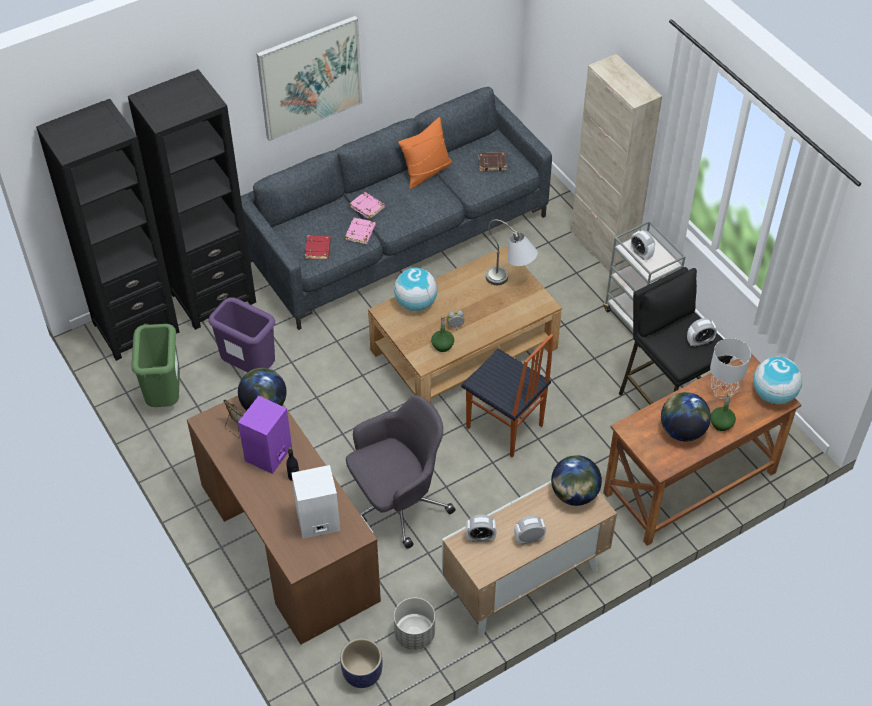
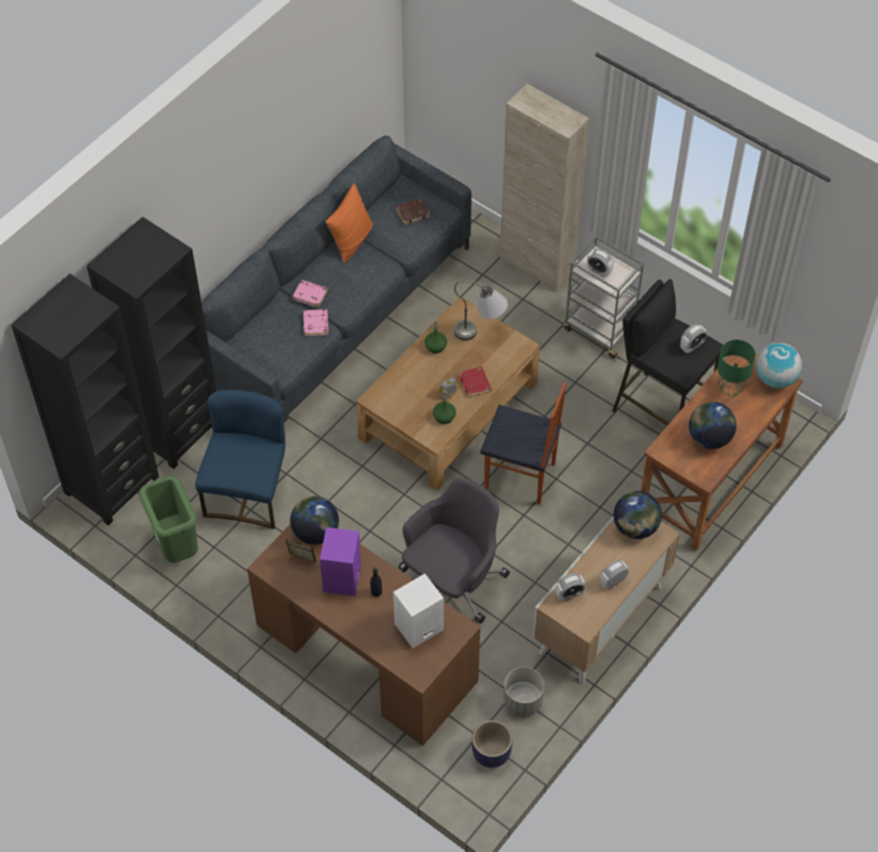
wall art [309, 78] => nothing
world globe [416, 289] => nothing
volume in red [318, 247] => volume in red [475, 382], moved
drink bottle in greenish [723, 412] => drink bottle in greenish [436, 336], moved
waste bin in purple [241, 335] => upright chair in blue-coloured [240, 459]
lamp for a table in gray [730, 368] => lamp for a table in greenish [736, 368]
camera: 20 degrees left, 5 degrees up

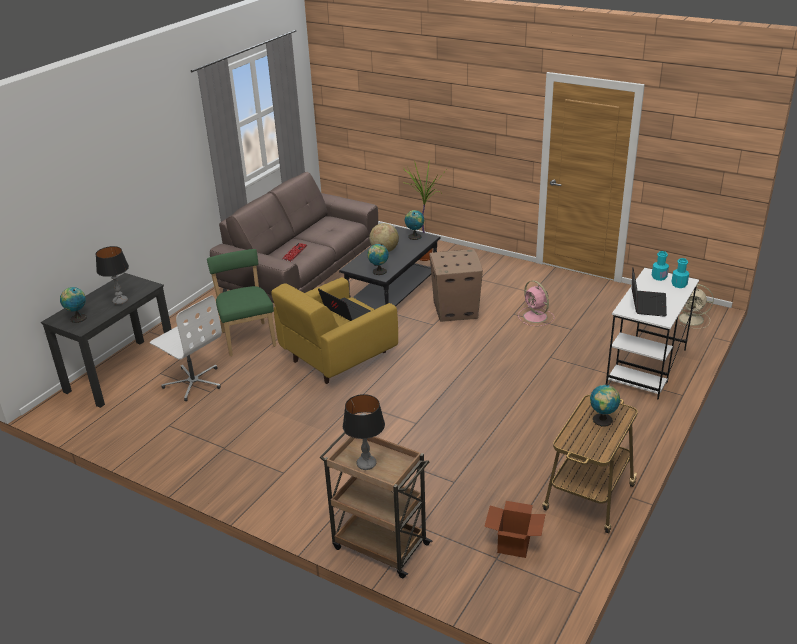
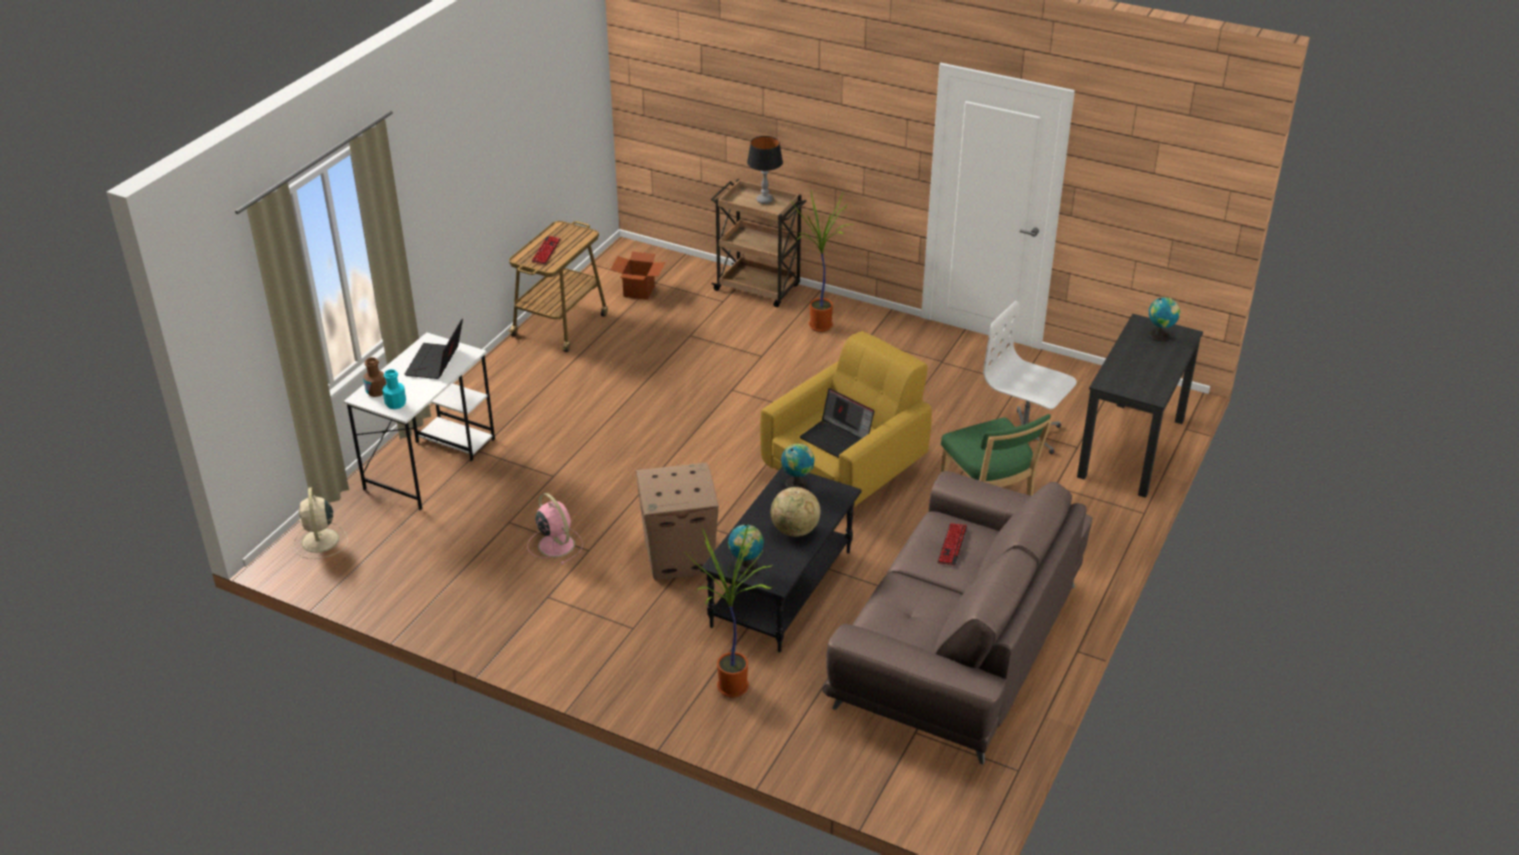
lamp for a table [112, 275] => nothing
nothing => potted plant [822, 260]
world globe [605, 405] => PC keyboard [546, 250]
drink bottle in turquoise [680, 273] => drink bottle in brownish [375, 377]
cooling fan in beige-coloured [694, 306] => cooling fan in beige-coloured [321, 523], 120 degrees counterclockwise
camera: 175 degrees right, 5 degrees up

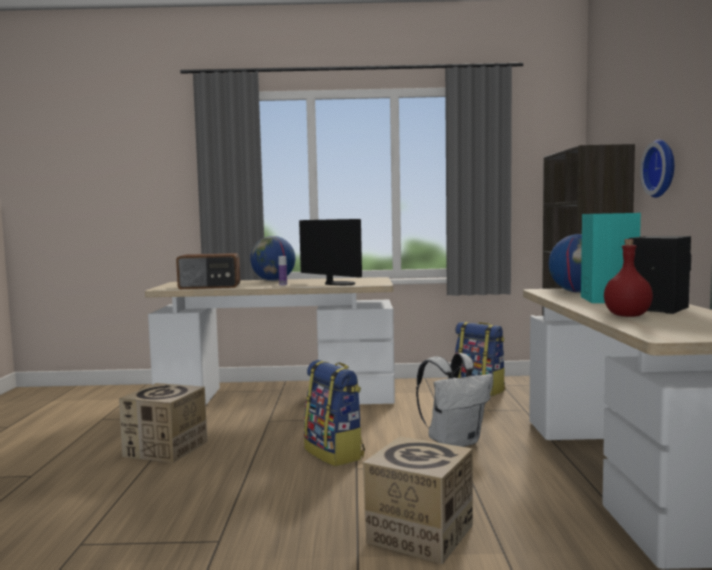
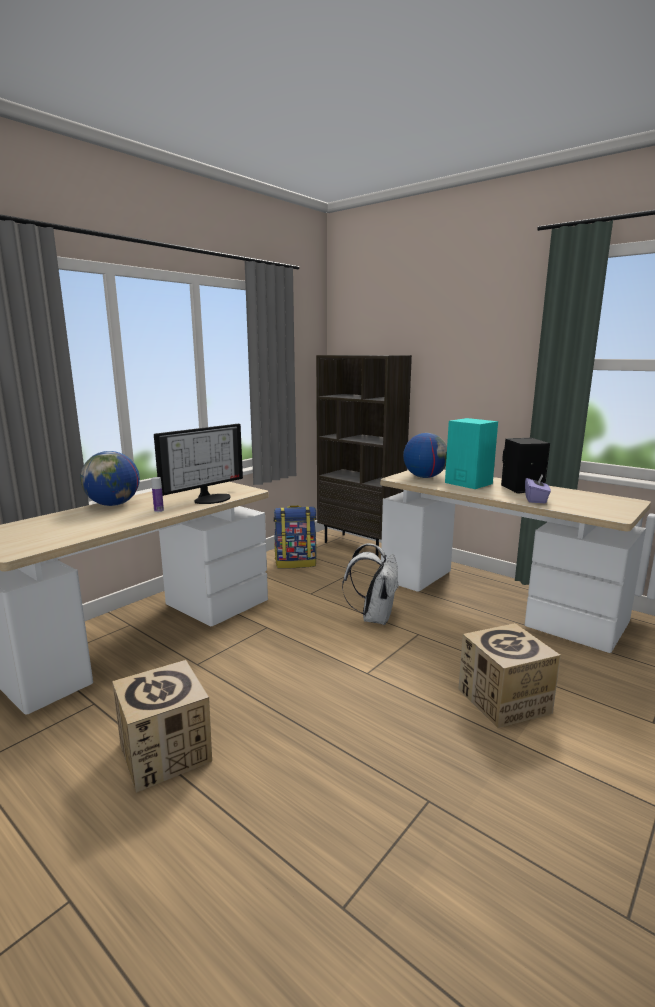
radio [208, 271] => nothing
rucksack [334, 413] => nothing
wall clock [657, 168] => nothing
drink bottle in red [628, 278] => box of tissues in purple [538, 489]
monitor [330, 252] => monitor [198, 464], 135 degrees clockwise
camera: 50 degrees left, 10 degrees up

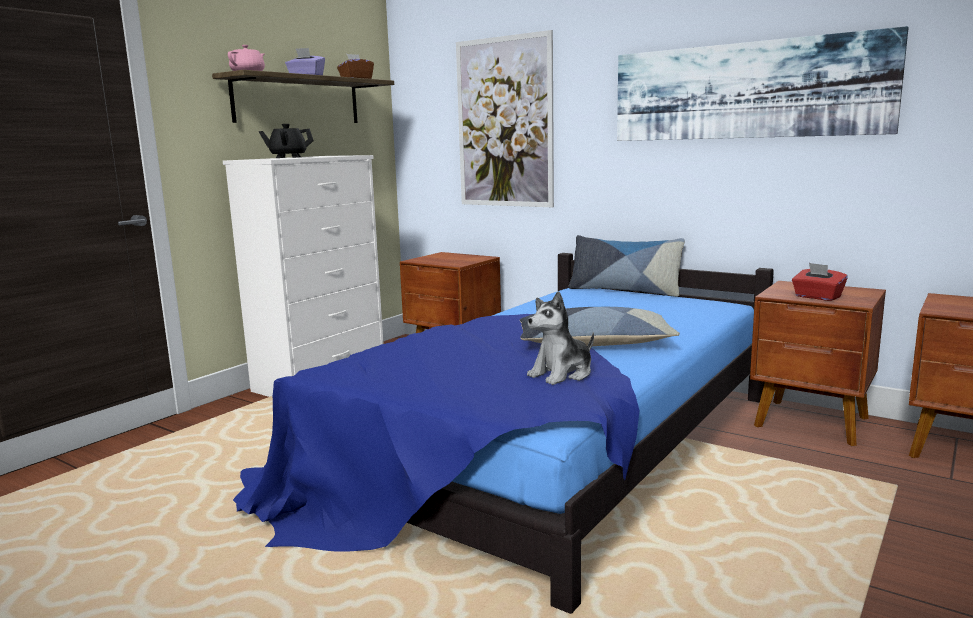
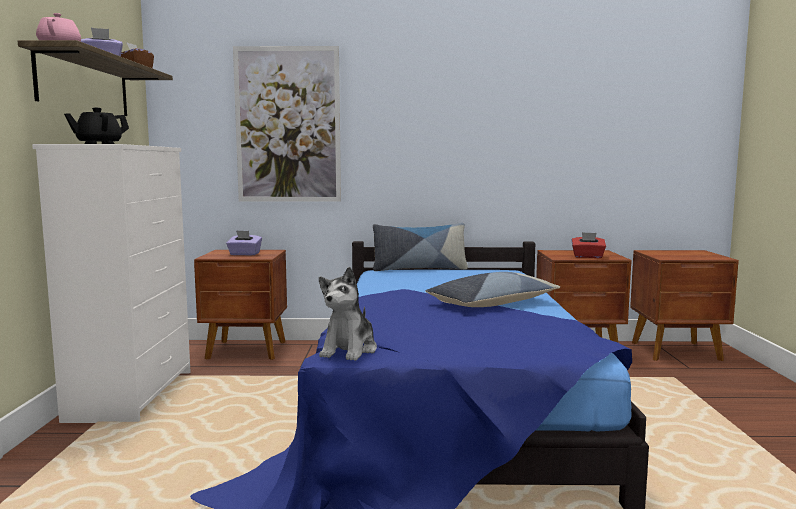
wall art [763, 83] => nothing
nothing => box of tissues in purple [244, 243]
cuddly toy [560, 338] => cuddly toy [348, 314], moved
camera: 35 degrees left, 5 degrees down

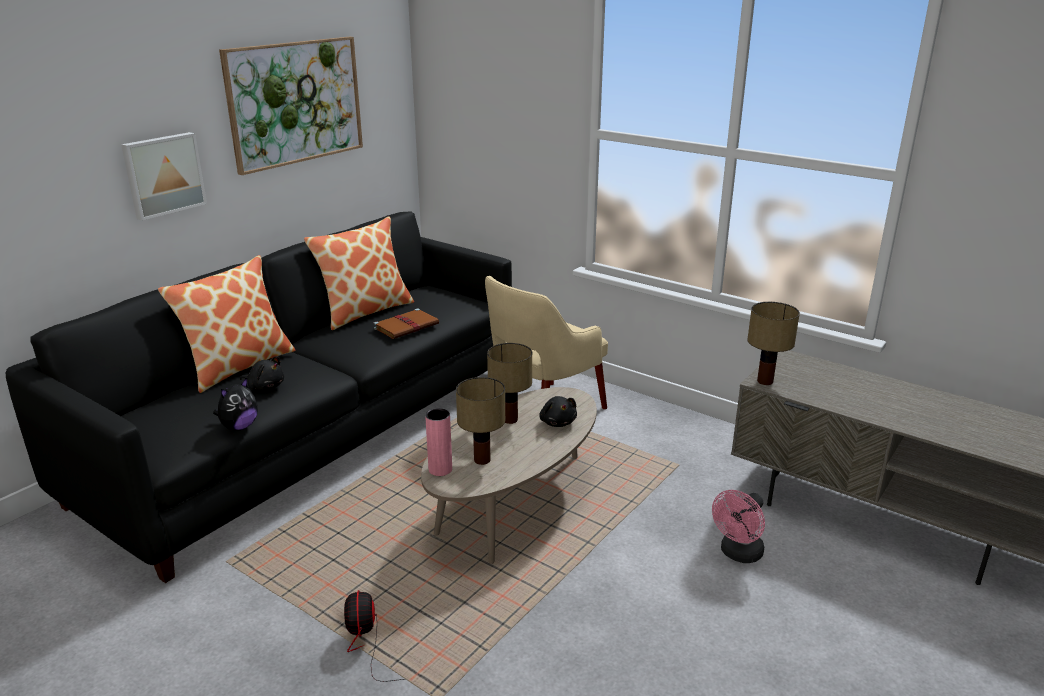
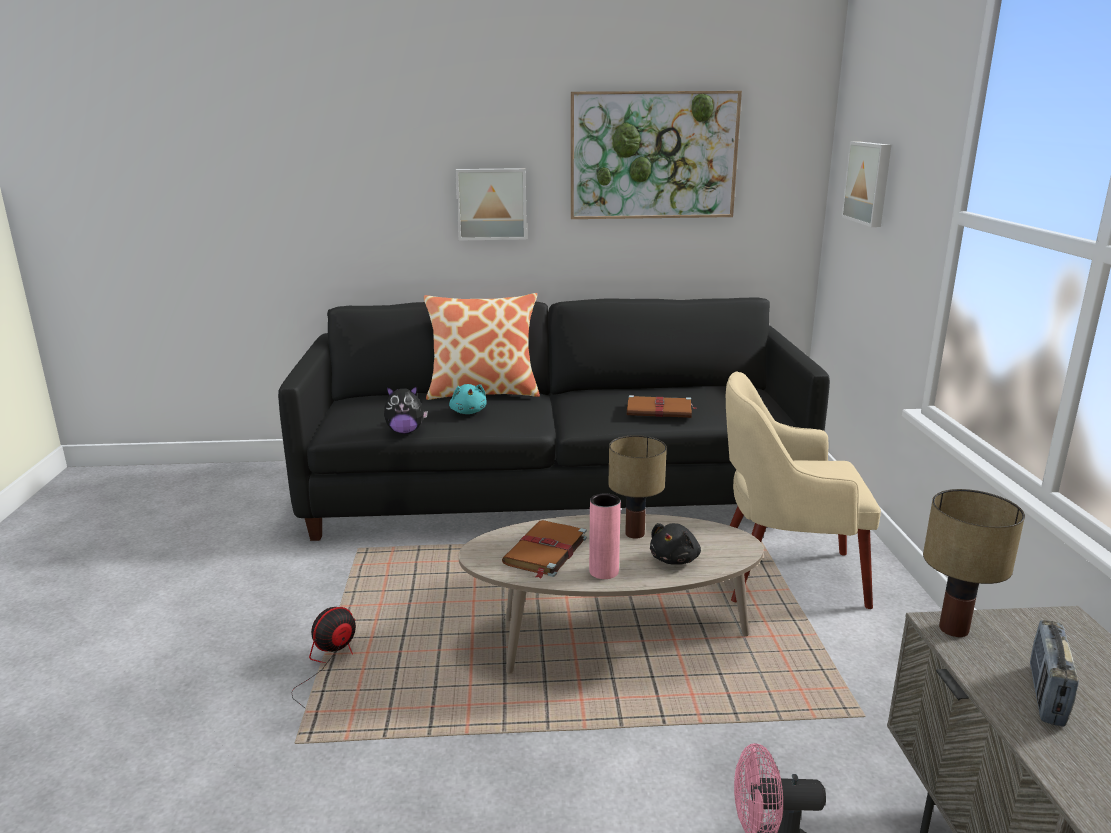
cushion [359, 273] => nothing
nothing => wall art [866, 184]
nothing => radio [1054, 673]
flower vase in pinkish [438, 442] => flower vase in pinkish [605, 536], moved
lamp for a table [480, 421] => volume in brownish [544, 549]
cuddly toy in black [262, 373] => cuddly toy in turquoise [468, 399]
camera: 50 degrees right, 5 degrees down

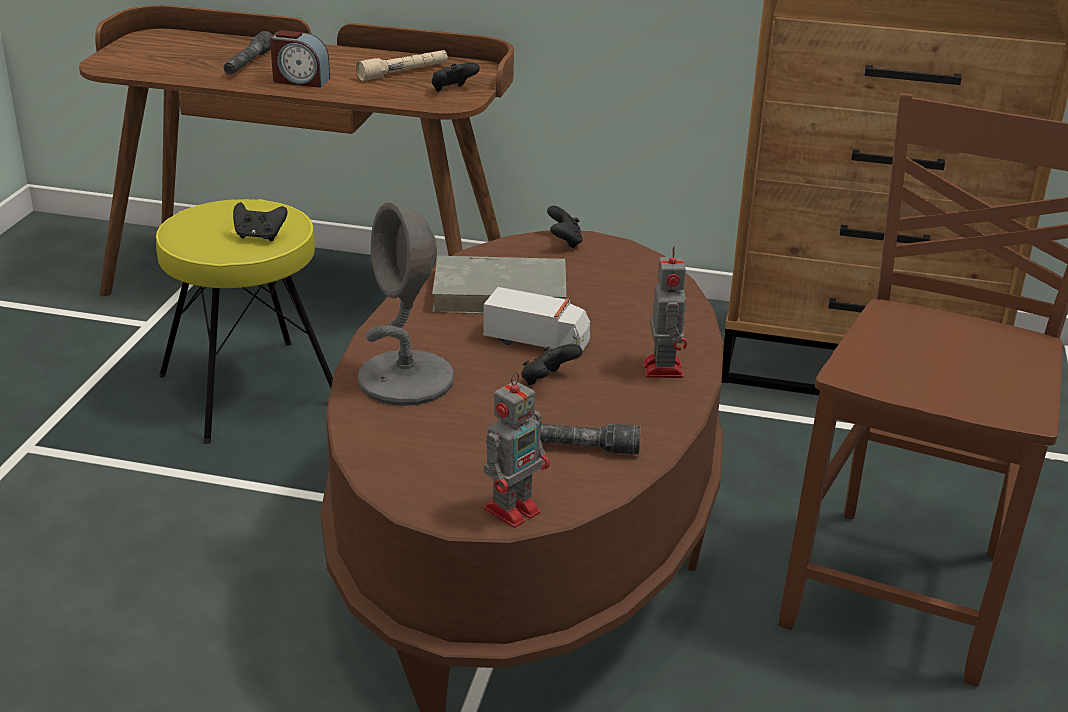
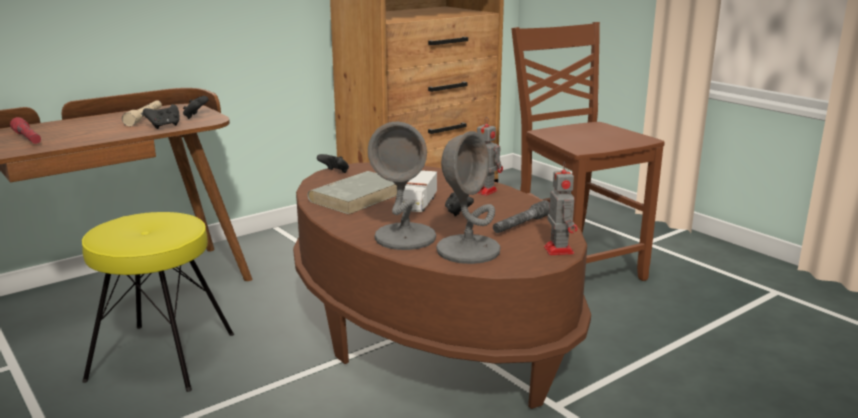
bedside clock [300, 59] => nothing
nothing => lamp for a table in gray [468, 197]
gamepad in black [260, 221] => gamepad in black [161, 116], moved
hand torch in gray [248, 53] => hand torch in red [25, 130]
toy lorry [537, 319] => toy lorry [419, 191], 135 degrees clockwise
camera: 50 degrees left, 10 degrees down

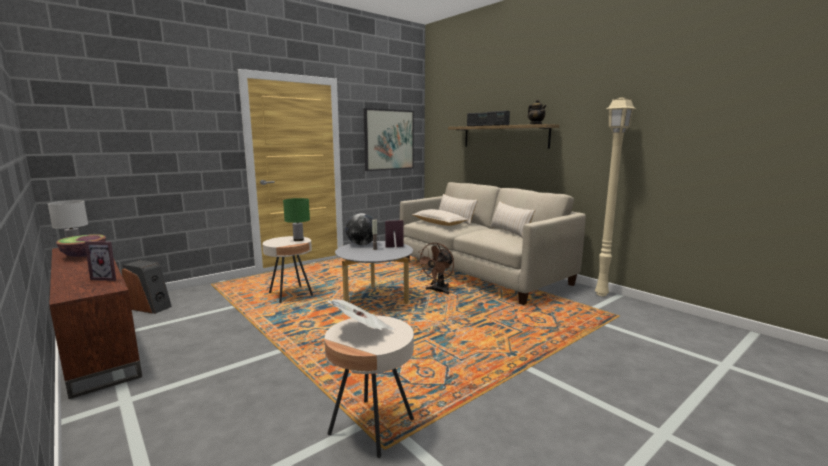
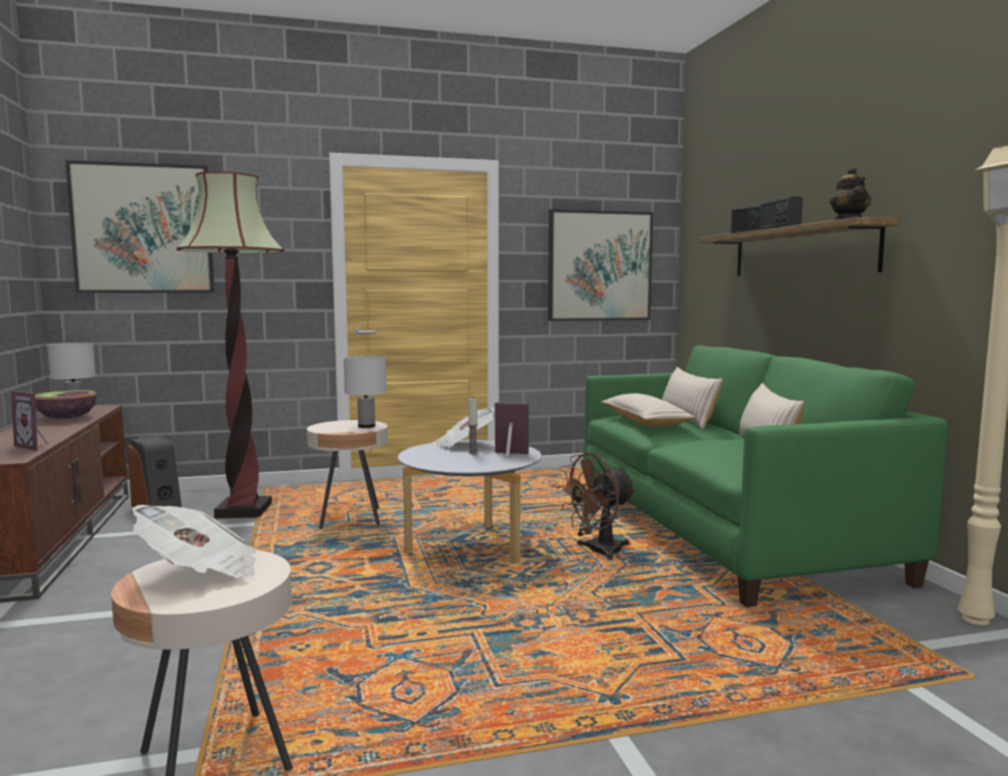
nothing => wall art [140, 226]
nothing => standing lamp [230, 344]
world globe [362, 229] => daily paper [463, 427]
lamp for a table in greenish [296, 219] => lamp for a table in whitish [365, 392]
settee in beige-coloured [493, 243] => settee in greenish [765, 476]
camera: 25 degrees right, 5 degrees down

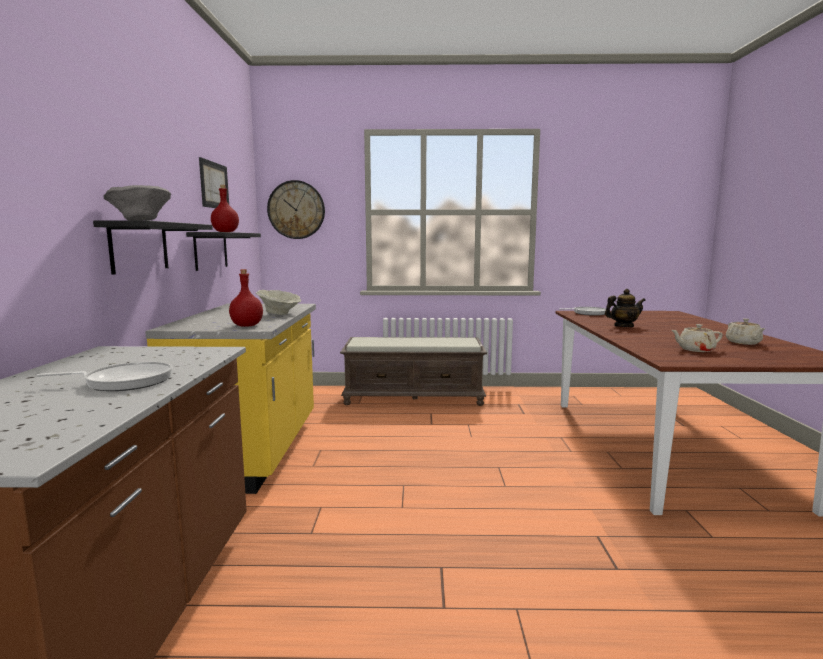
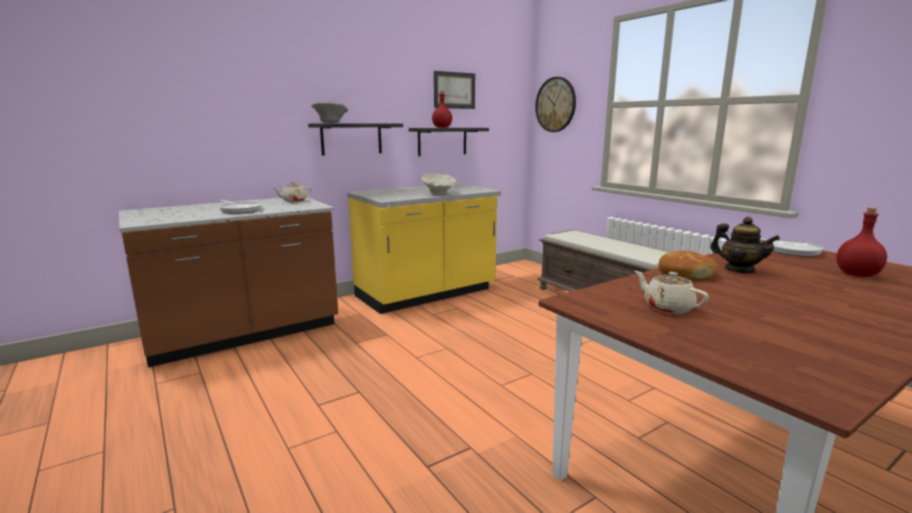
nothing => baked bread [688, 265]
drink bottle in red [246, 298] => drink bottle in red [861, 242], moved
tea pot in beige-coloured [746, 331] => tea pot in beige-coloured [292, 192], moved
camera: 55 degrees right, 5 degrees up

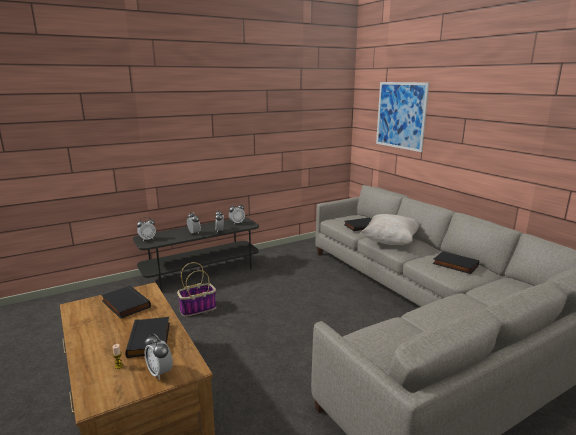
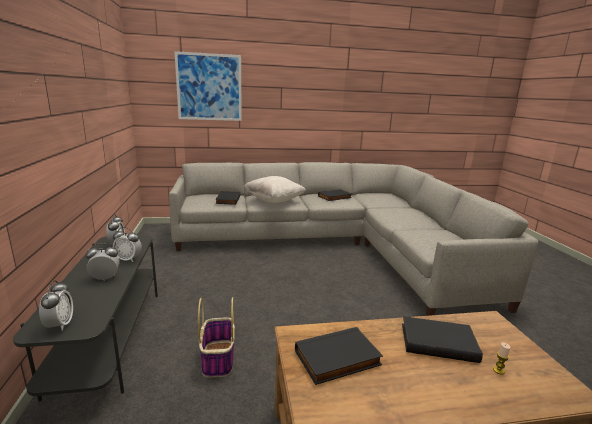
bedside clock [158, 356] => nothing
camera: 70 degrees left, 0 degrees up

